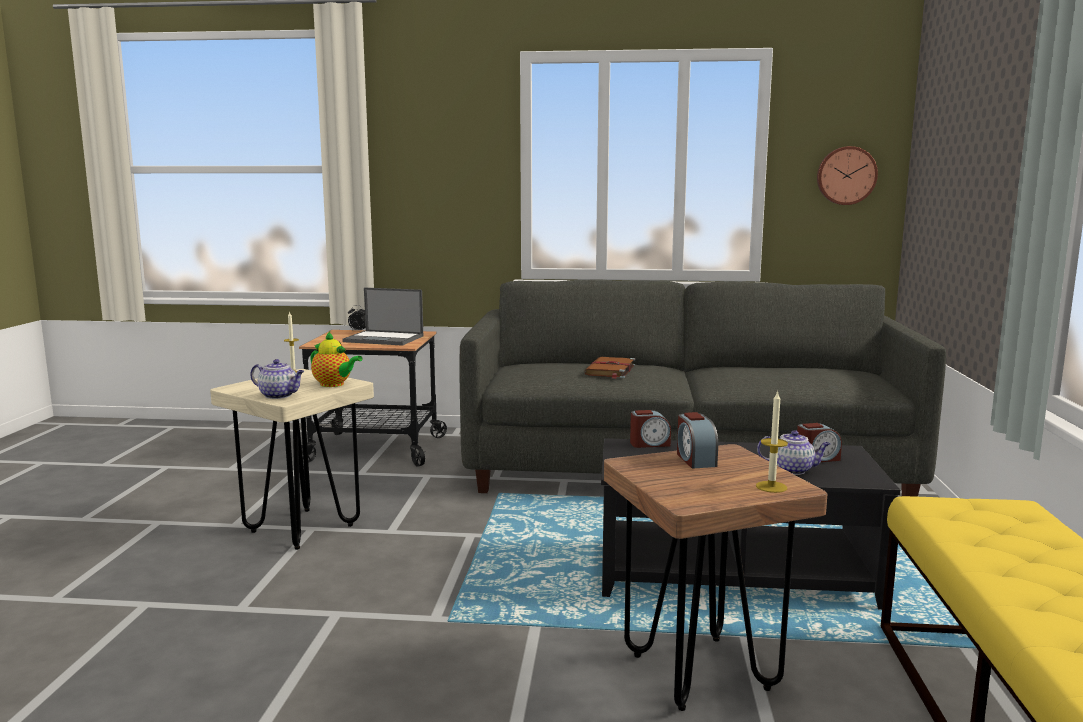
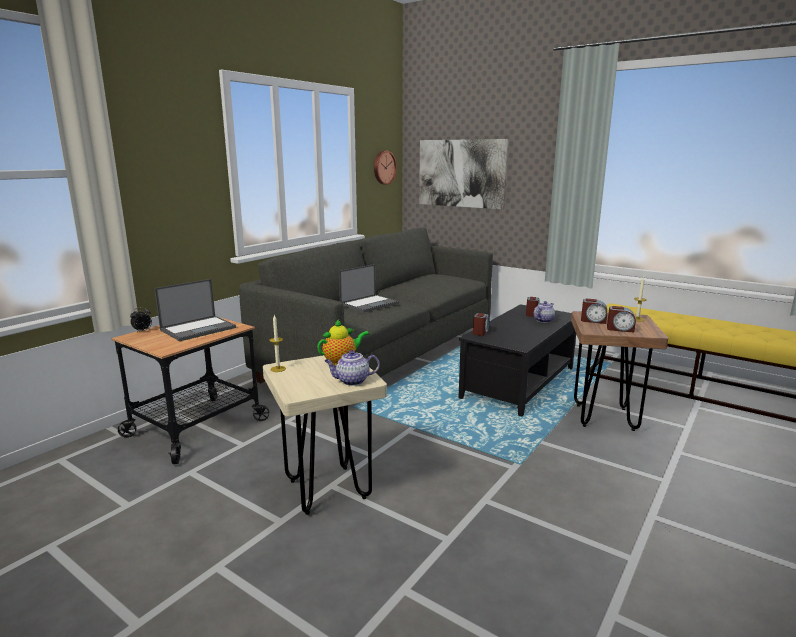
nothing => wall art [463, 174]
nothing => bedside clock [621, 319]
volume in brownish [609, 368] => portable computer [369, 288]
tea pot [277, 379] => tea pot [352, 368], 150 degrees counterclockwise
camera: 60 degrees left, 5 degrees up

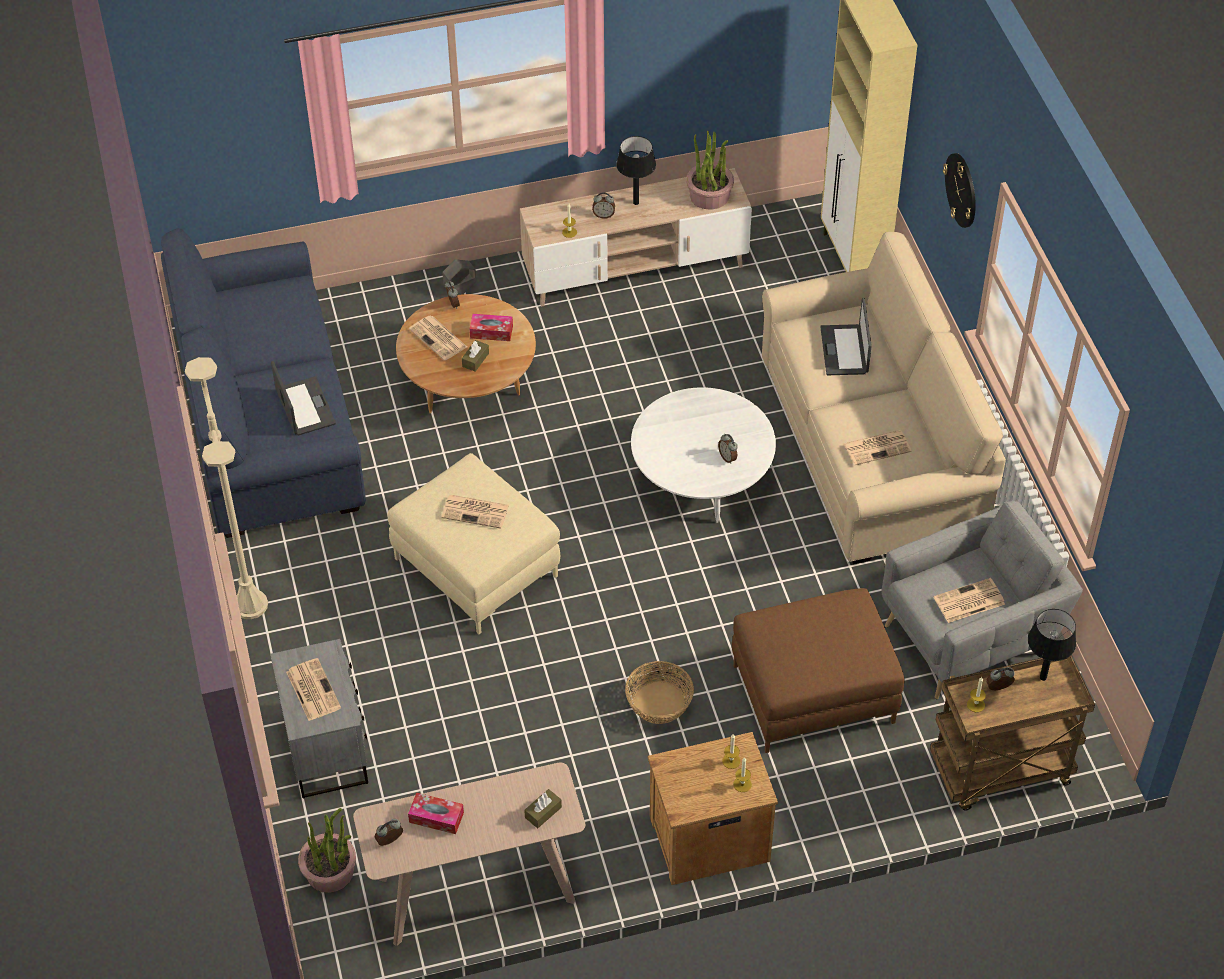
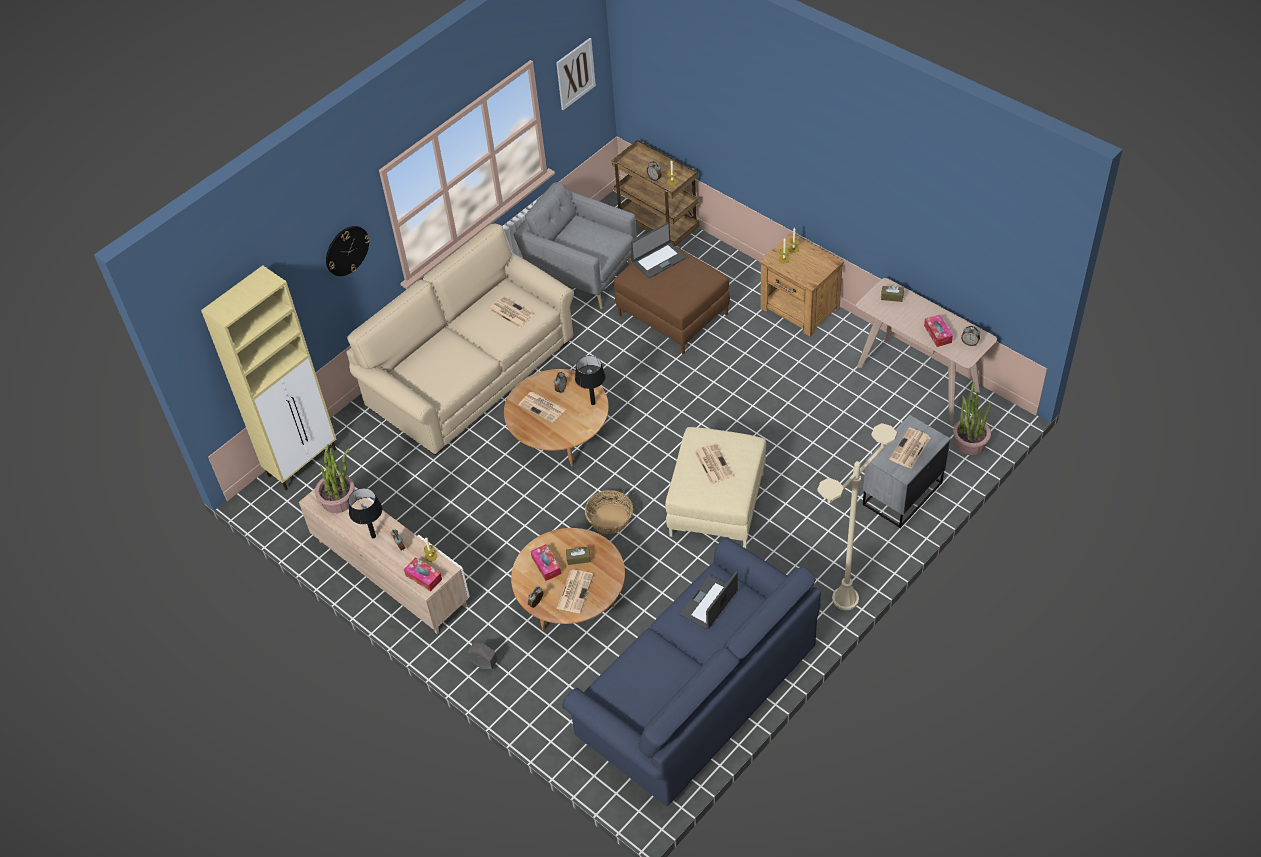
nothing => box of tissues [423, 574]
nothing => wall art [576, 74]
household basket [659, 692] => household basket [609, 512], moved
portable computer [846, 336] => portable computer [658, 250], moved
daily paper [969, 600] => daily paper [542, 407], moved
lamp for a table in black [1052, 645] => lamp for a table in black [590, 380], moved
coffee table in whitish [703, 455] => coffee table in brownish [556, 417]
camera: 120 degrees left, 0 degrees up

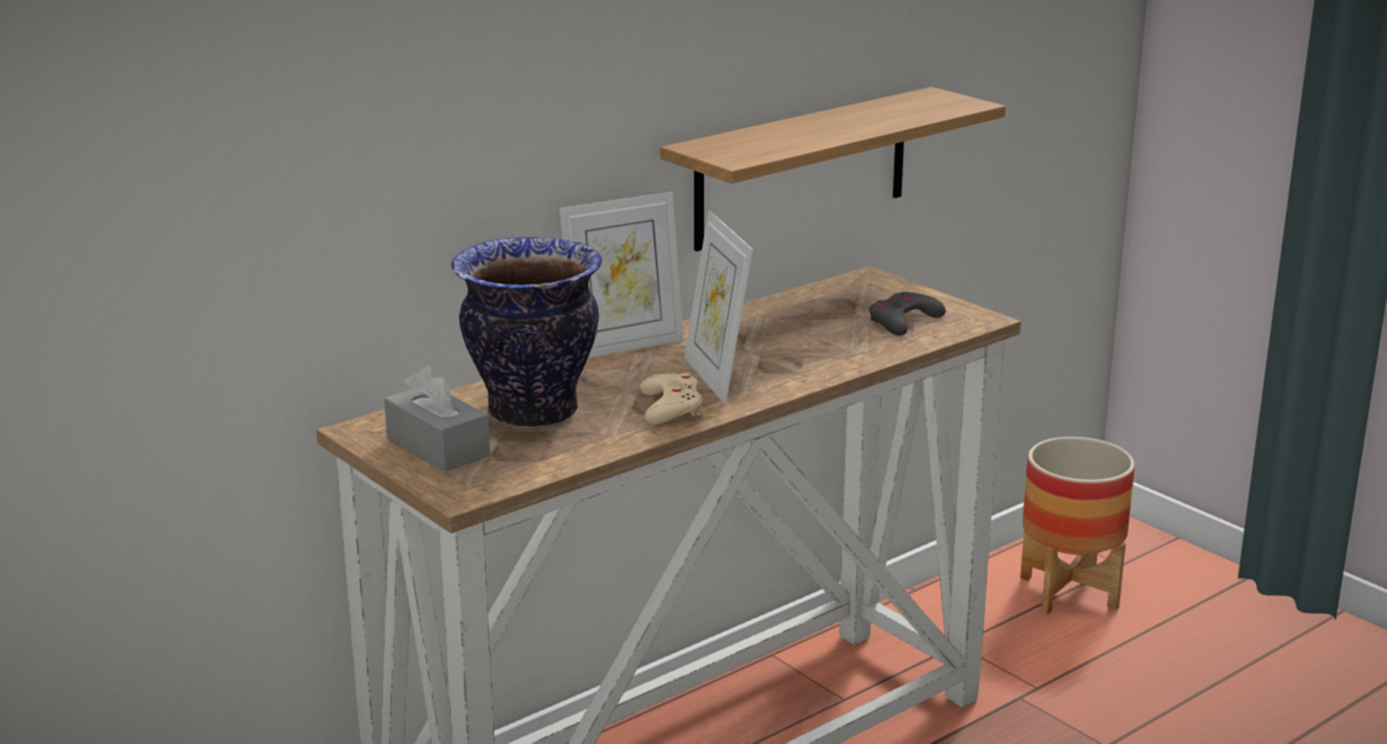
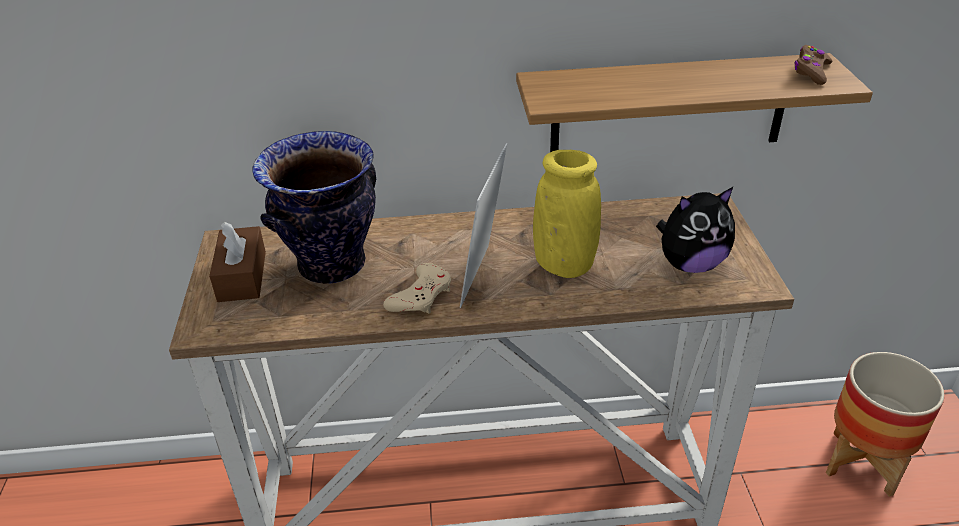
picture frame [621, 275] => nothing
nothing => flower vase in yellowish [567, 214]
nothing => gamepad in brownish [813, 65]
gamepad in gray [907, 314] => cuddly toy [695, 230]
box of tissues in gray [437, 419] => box of tissues in brownish [237, 262]
camera: 35 degrees right, 15 degrees up

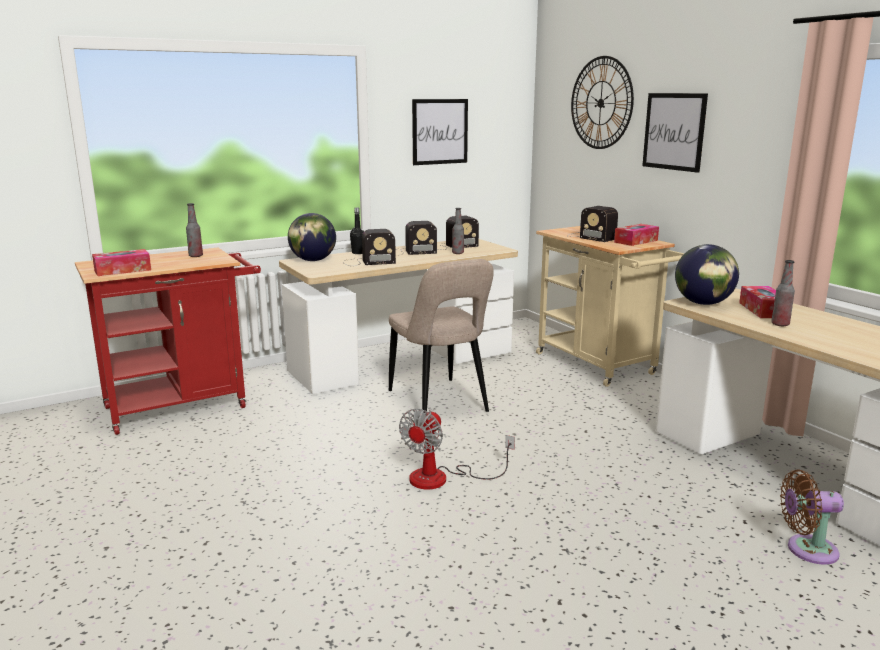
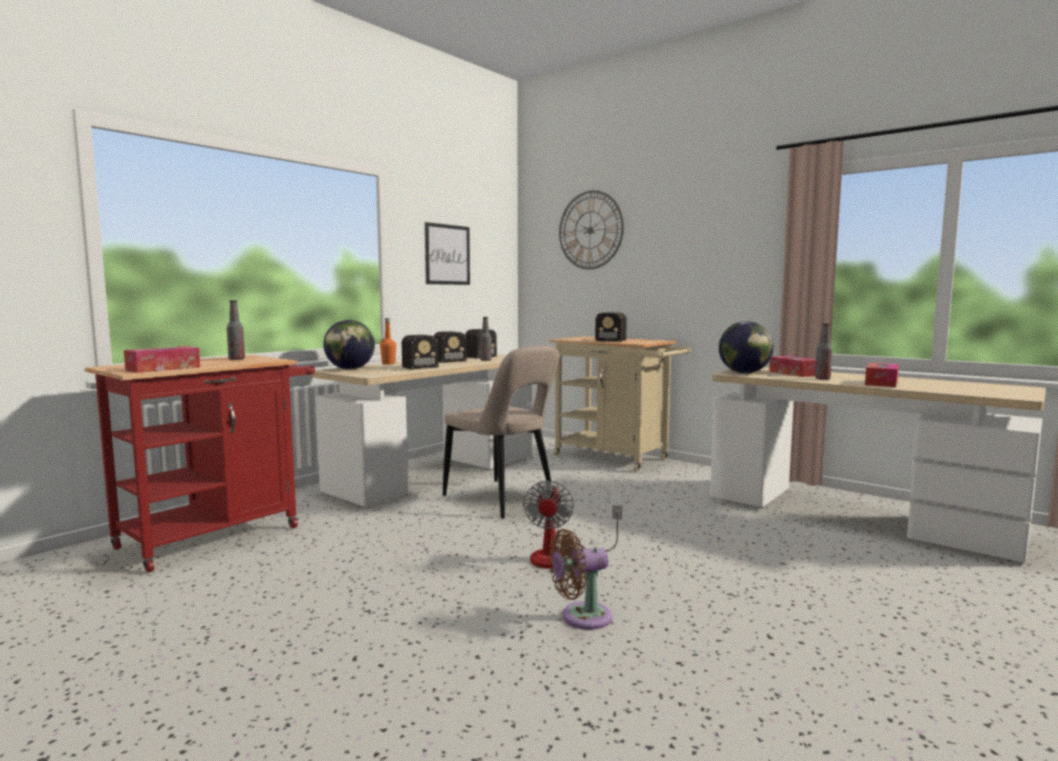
wall art [675, 133] => nothing
box of tissues [636, 235] => box of tissues [882, 375], moved
cooling fan in brownish [812, 517] => cooling fan in brownish [580, 579], moved
drink bottle in black [357, 231] => drink bottle in orange [388, 341]
camera: 20 degrees left, 10 degrees down

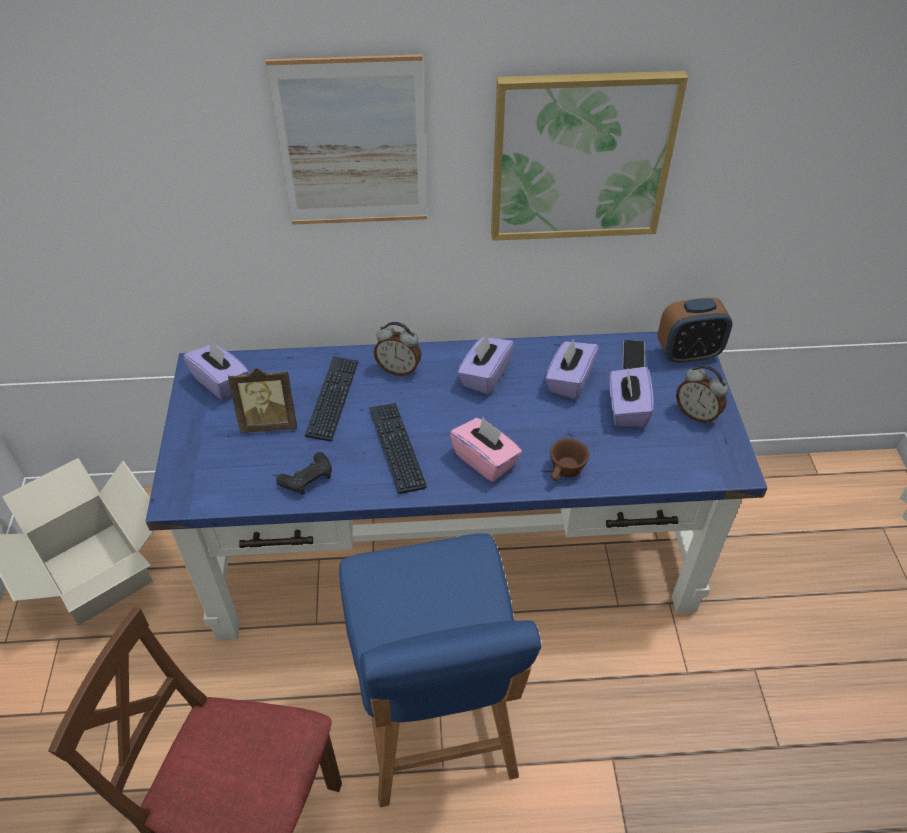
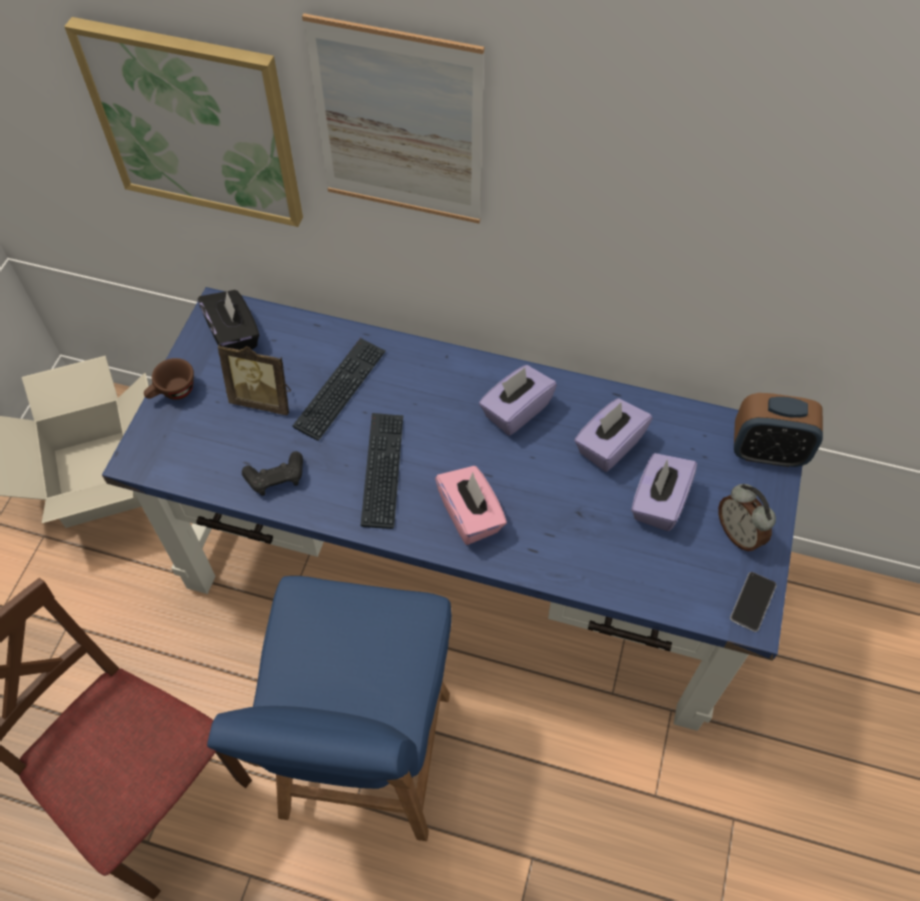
bedside clock [398, 349] => nothing
wall art [589, 156] => wall art [183, 122], moved
drinking cup in brownish [569, 459] => drinking cup in brownish [169, 379], moved
telephone [633, 355] => telephone [753, 602], moved
box of tissues in purple [216, 370] => box of tissues in black [228, 320]
camera: 20 degrees right, 10 degrees up

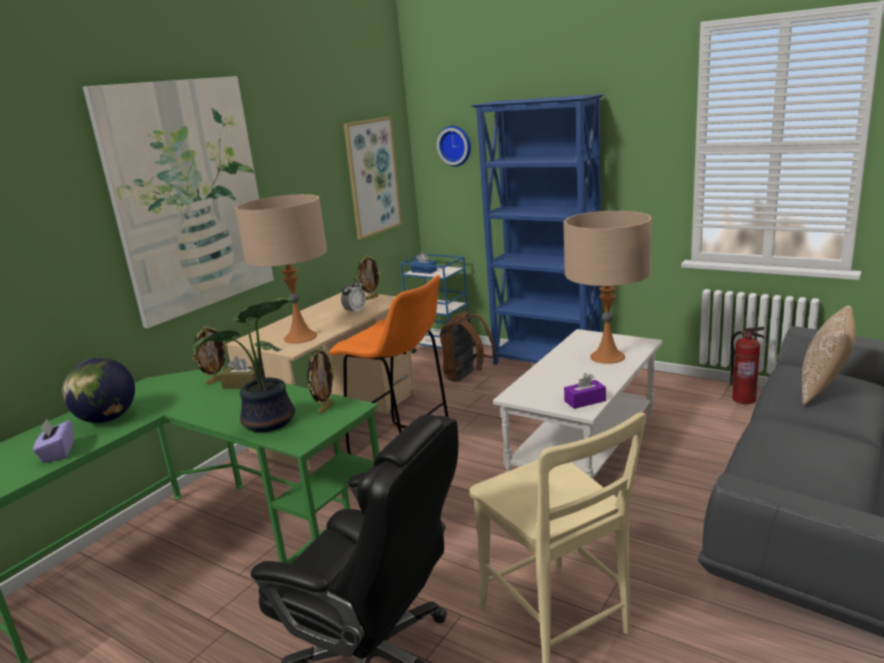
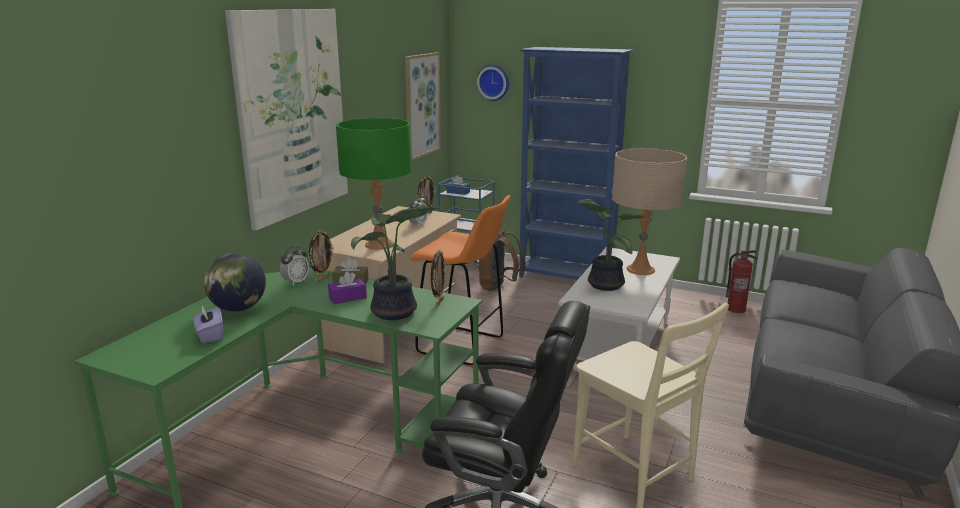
cushion [829, 355] => nothing
nothing => bedside clock [294, 265]
nothing => potted plant [610, 245]
box of tissues in purple [585, 391] => box of tissues in purple [347, 287], moved
lamp for a table in beige-coloured [281, 269] => lamp for a table in greenish [374, 184]
camera: 10 degrees left, 0 degrees up

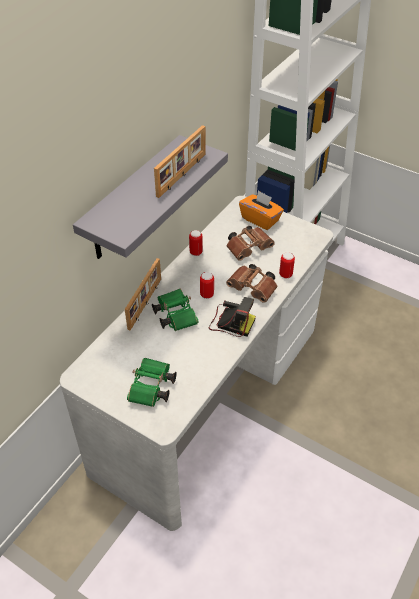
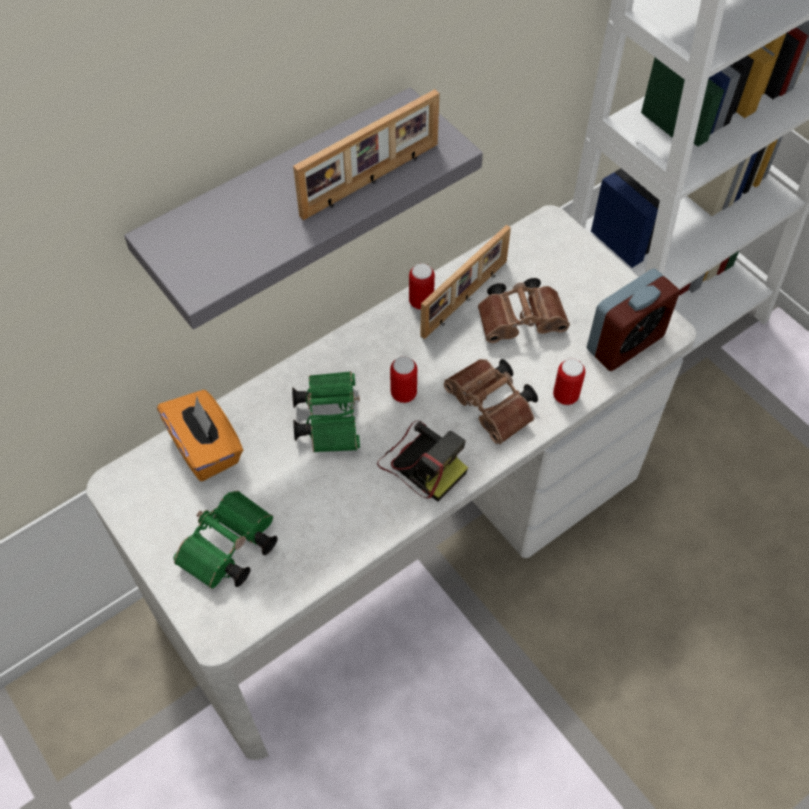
nothing => bedside clock [633, 319]
picture frame [143, 294] => picture frame [465, 282], moved
box of tissues in orange [261, 210] => box of tissues in orange [200, 435], moved
camera: 20 degrees right, 10 degrees up

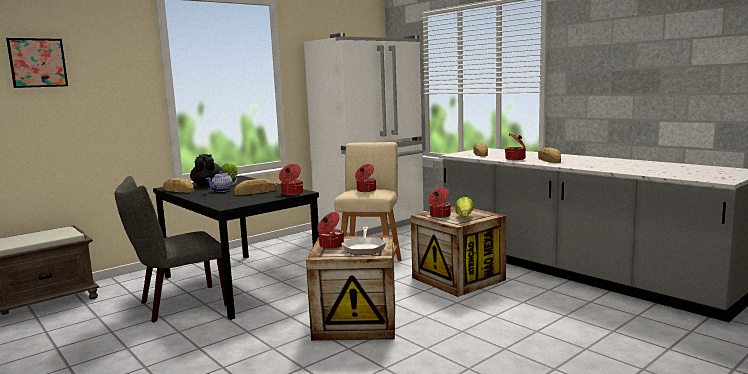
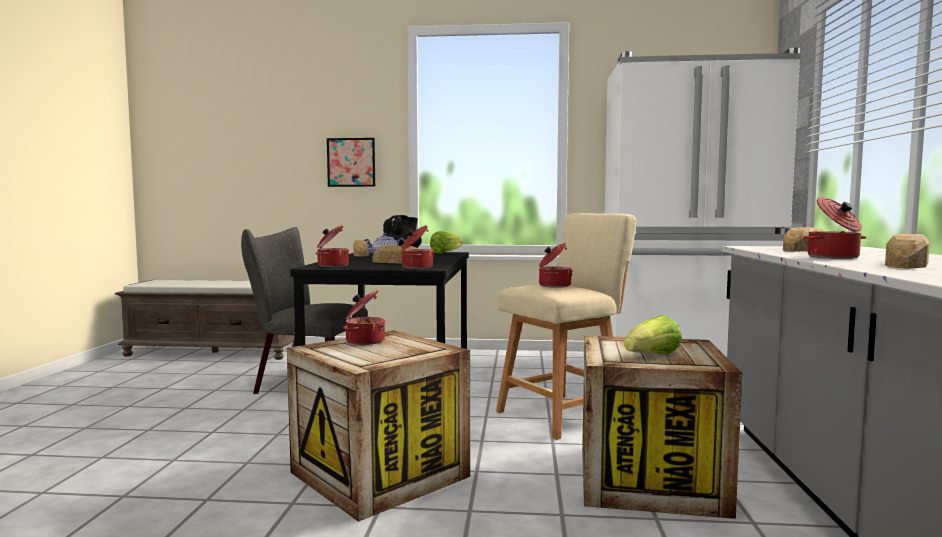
pan [363, 241] => nothing
wall art [37, 63] => wall art [351, 162], moved
stockpot [439, 202] => stockpot [332, 246], moved
camera: 45 degrees right, 5 degrees down

